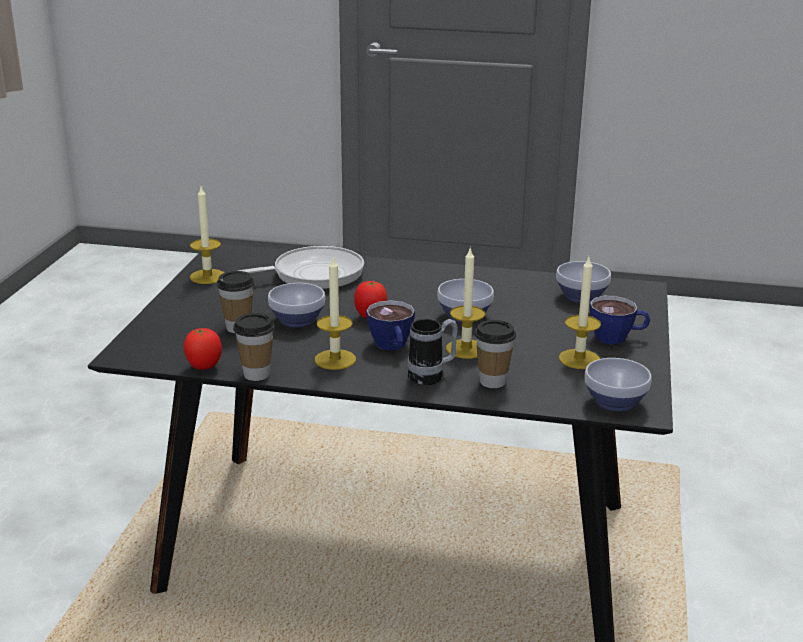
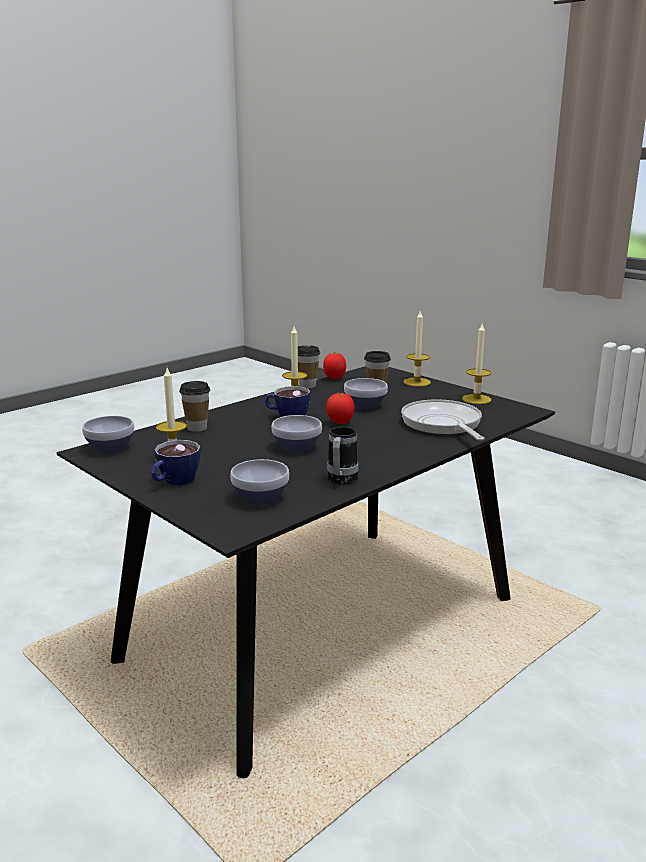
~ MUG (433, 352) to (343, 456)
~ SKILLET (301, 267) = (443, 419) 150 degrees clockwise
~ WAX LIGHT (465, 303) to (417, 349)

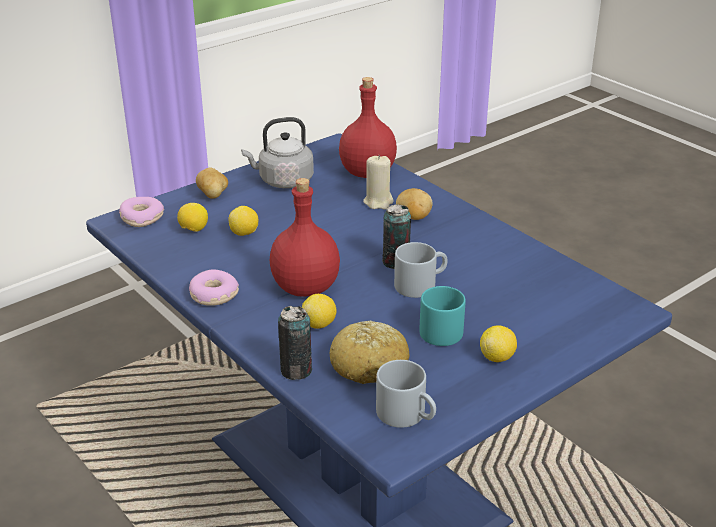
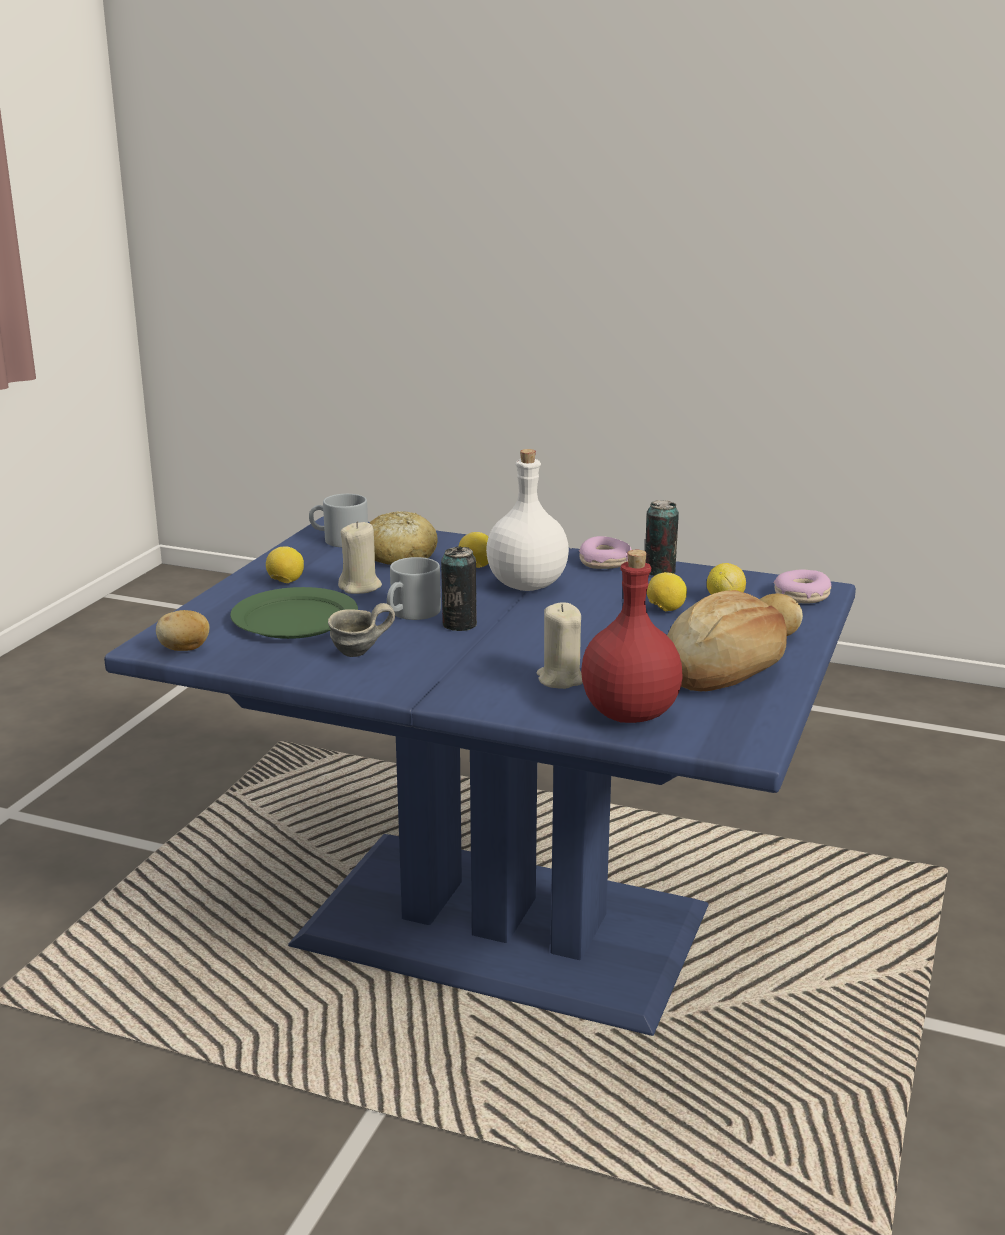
~ WHOLE POTATO (414, 204) to (183, 630)
+ GREEN-COLOURED PLATE (294, 613)
+ GREY MUG (361, 630)
~ TURQUOISE-COLOURED MUG (442, 316) to BEIGE-COLOURED WAX LIGHT (360, 557)
~ REDDISH DRINK BOTTLE (305, 237) to WHITE DRINK BOTTLE (527, 520)
~ METAL CAN (295, 343) to (662, 538)
~ GREY WATER KETTLE (277, 152) to BAKERY BREAD (727, 640)

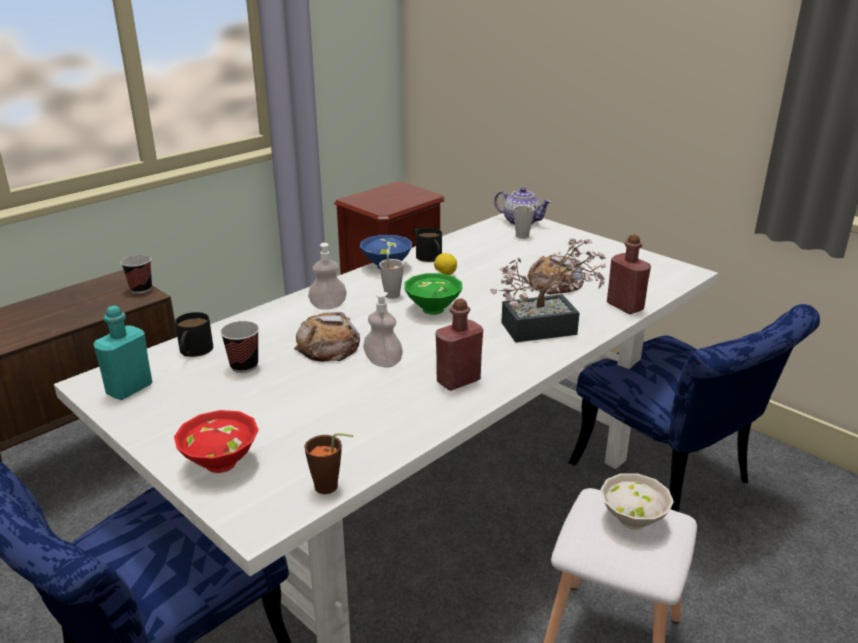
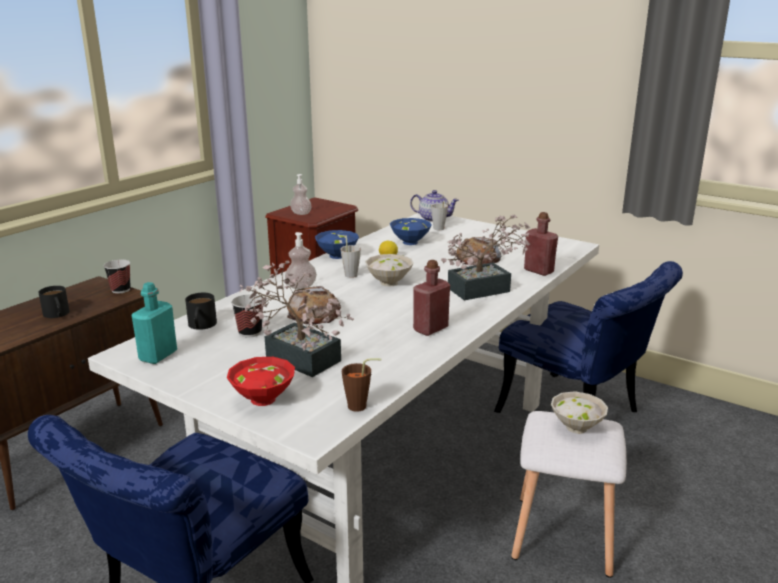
~ BLACKISH MUG (429, 245) to (54, 302)
+ POTTED PLANT (296, 318)
~ SOAP BOTTLE (383, 330) to (301, 194)
~ GREEN-COLOURED BOWL (433, 294) to WHITE BOWL (389, 270)
+ BLUE BOWL (411, 231)

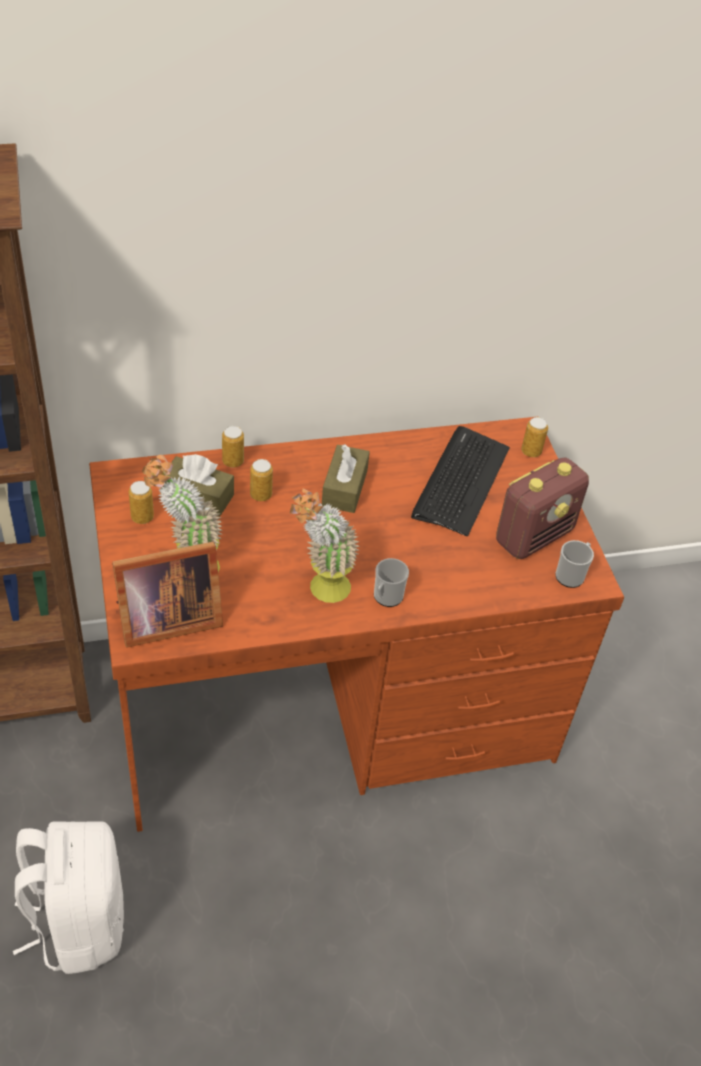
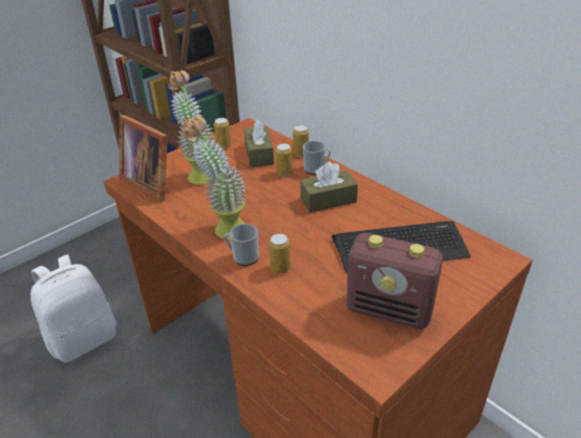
~ METAL CAN (534, 437) to (280, 253)
~ MUG (574, 564) to (317, 158)

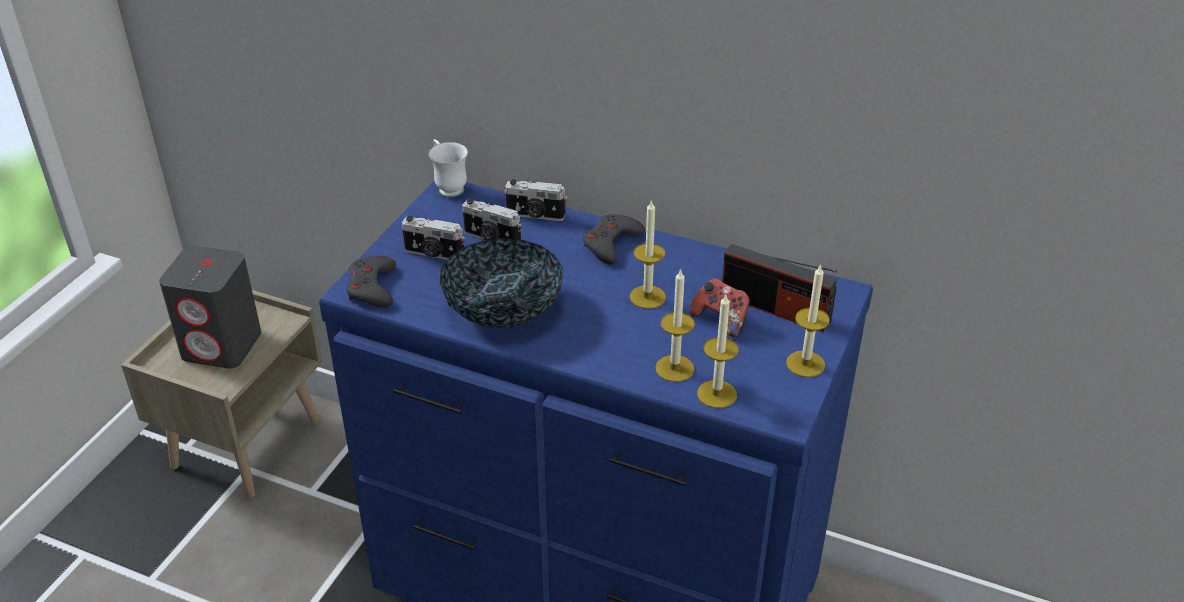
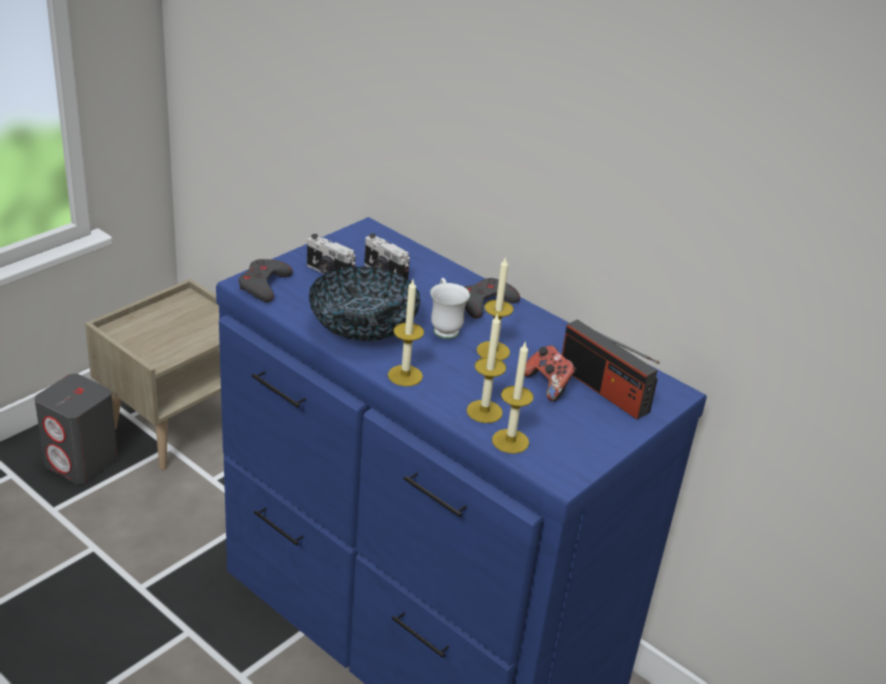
~ GREY SPEAKER (210, 307) to (76, 429)
~ WAX LIGHT (808, 320) to (406, 333)
~ WHITE MUG (448, 168) to (450, 308)
- STILL CAMERA (535, 200)

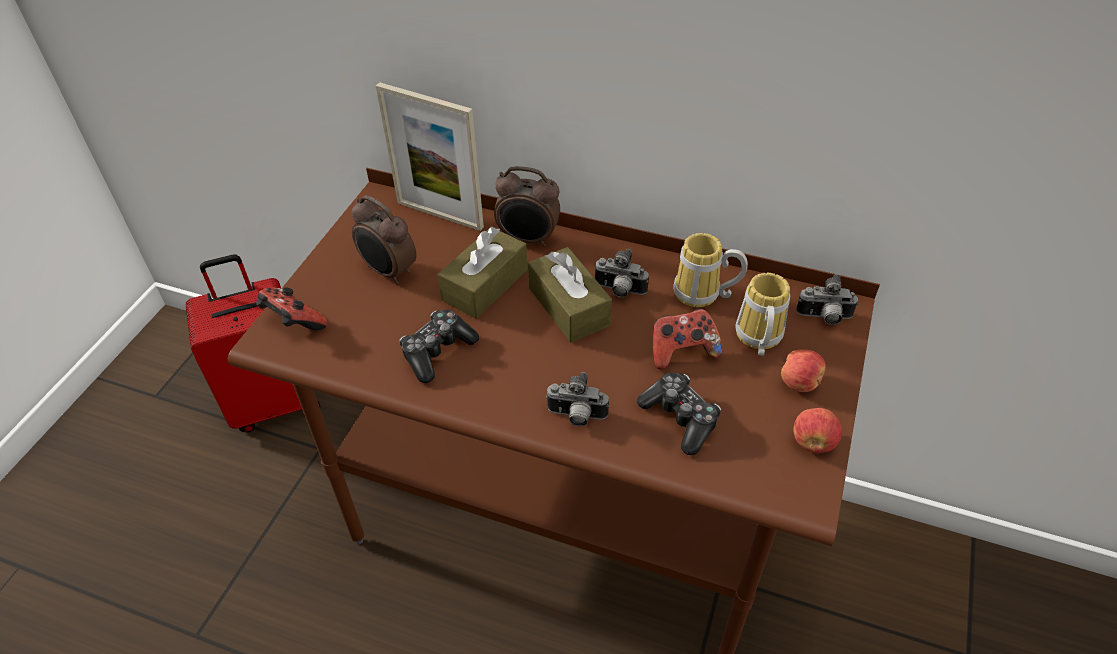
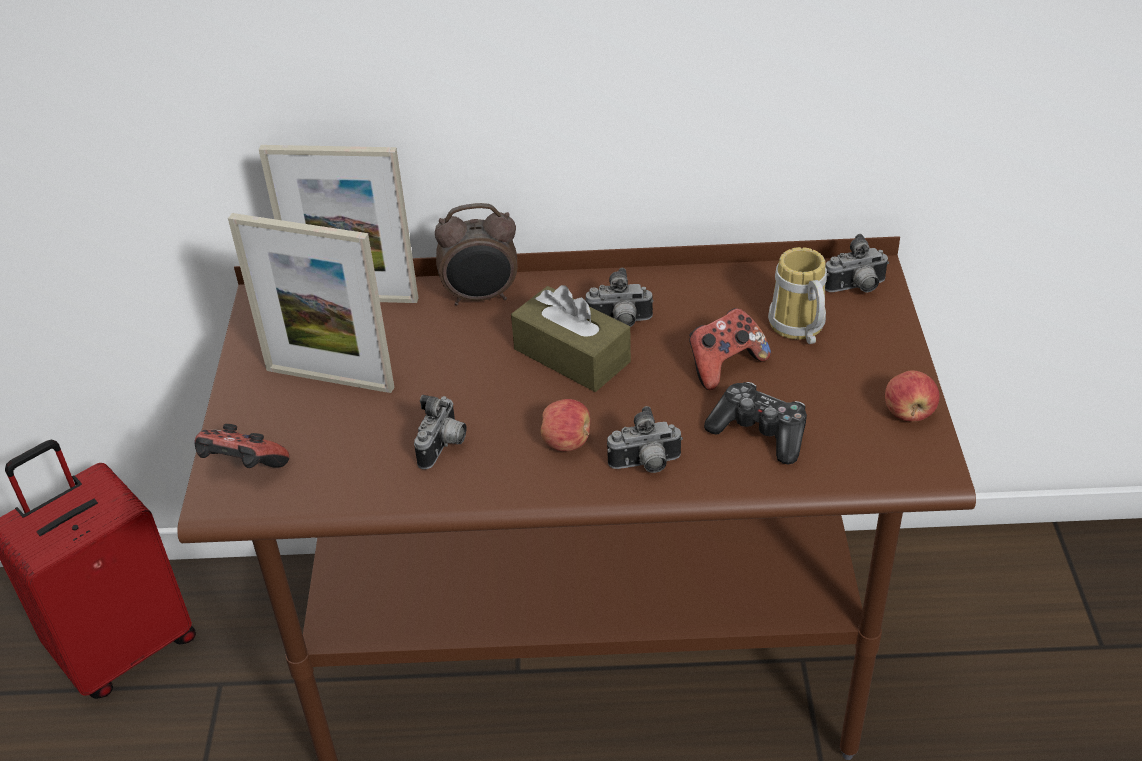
~ TABLE CLOCK (384, 240) to PHOTO FRAME (311, 303)
~ GAMEPAD (439, 346) to STILL CAMERA (440, 432)
~ APPLE FRUIT (803, 370) to (565, 425)
- BROWN-COLOURED BOX OF TISSUES (483, 273)
- MUG (710, 270)

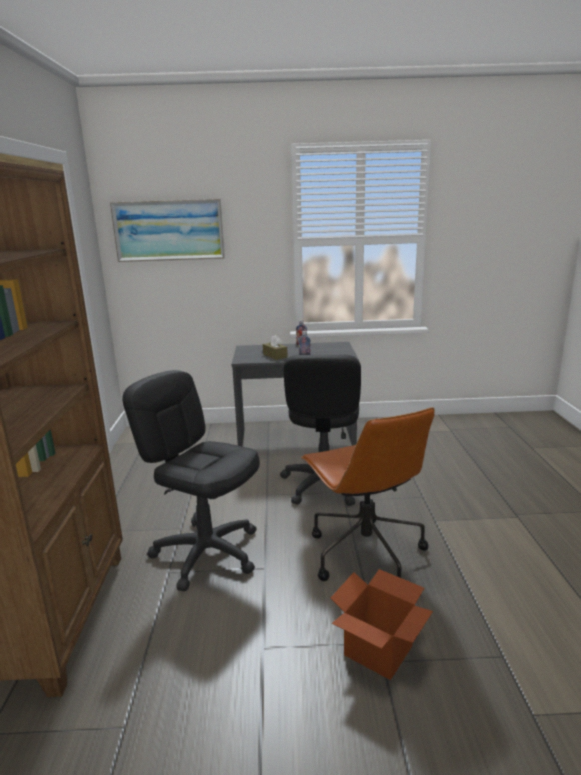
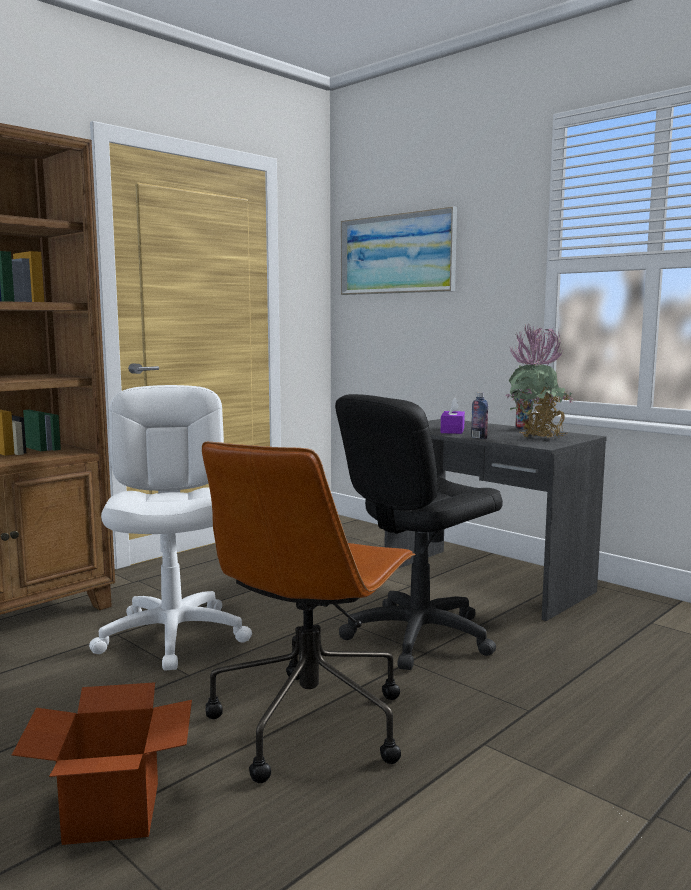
~ BLACKISH COMPUTER CHAIR (191, 480) to WHITE COMPUTER CHAIR (170, 528)
~ BROWN-COLOURED BOX OF TISSUES (275, 347) to PURPLISH BOX OF TISSUES (453, 415)
+ POTTED PLANT (539, 381)

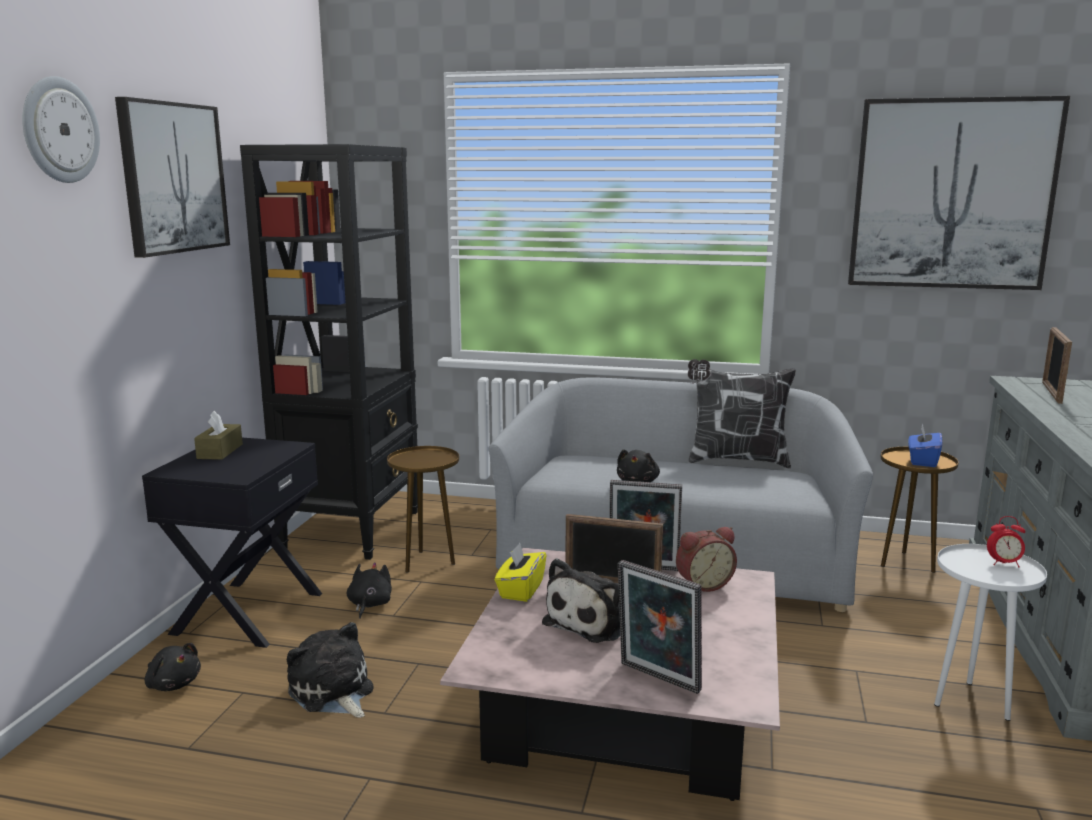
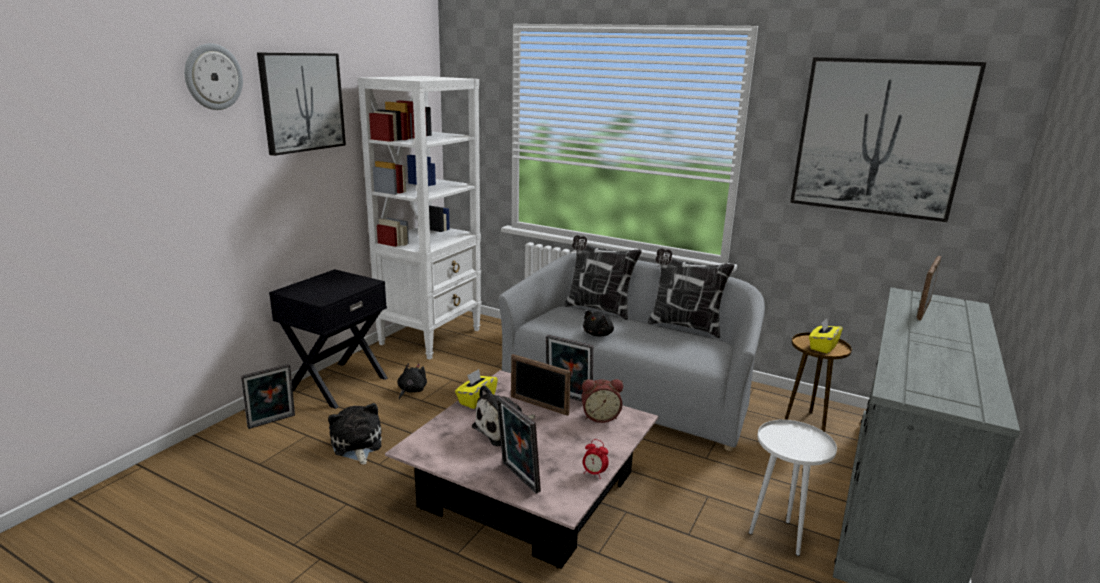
~ BLACKISH CUDDLY TOY (173, 667) to PHOTO FRAME (268, 396)
~ BLACKISH BOOKCASE (329, 352) to WHITE BOOKCASE (420, 217)
+ PILLOW (603, 277)
~ TABLE CLOCK (1006, 541) to (596, 459)
~ BLUE BOX OF TISSUES (925, 445) to YELLOW-COLOURED BOX OF TISSUES (826, 336)
- BROWN-COLOURED BOX OF TISSUES (218, 435)
- BROWN-COLOURED END TABLE (423, 509)

